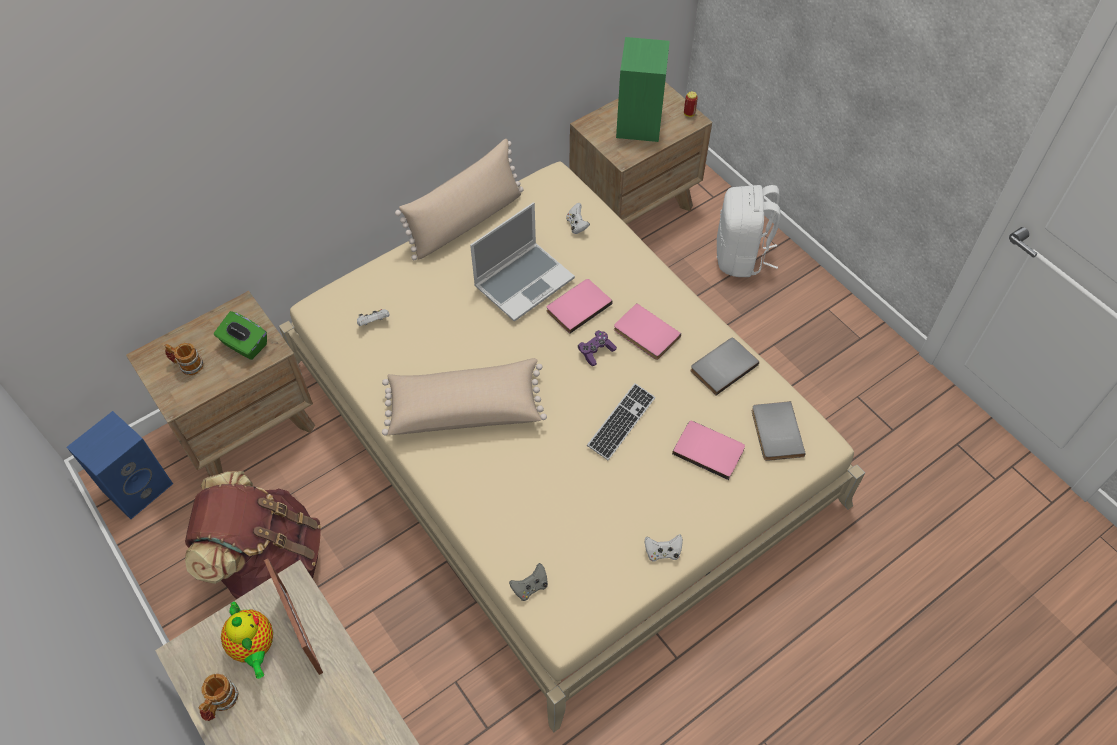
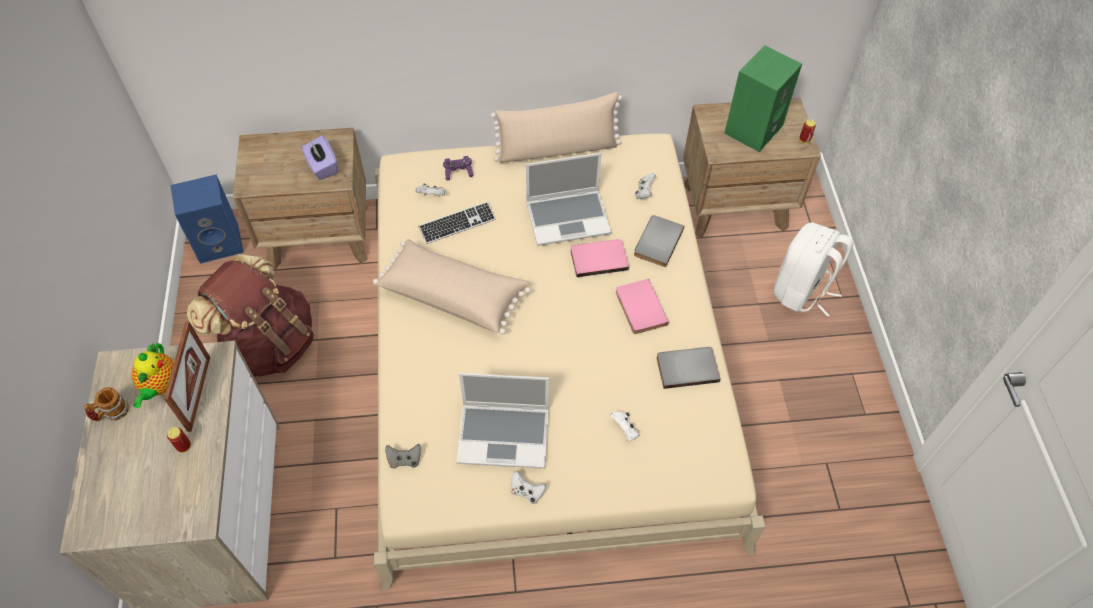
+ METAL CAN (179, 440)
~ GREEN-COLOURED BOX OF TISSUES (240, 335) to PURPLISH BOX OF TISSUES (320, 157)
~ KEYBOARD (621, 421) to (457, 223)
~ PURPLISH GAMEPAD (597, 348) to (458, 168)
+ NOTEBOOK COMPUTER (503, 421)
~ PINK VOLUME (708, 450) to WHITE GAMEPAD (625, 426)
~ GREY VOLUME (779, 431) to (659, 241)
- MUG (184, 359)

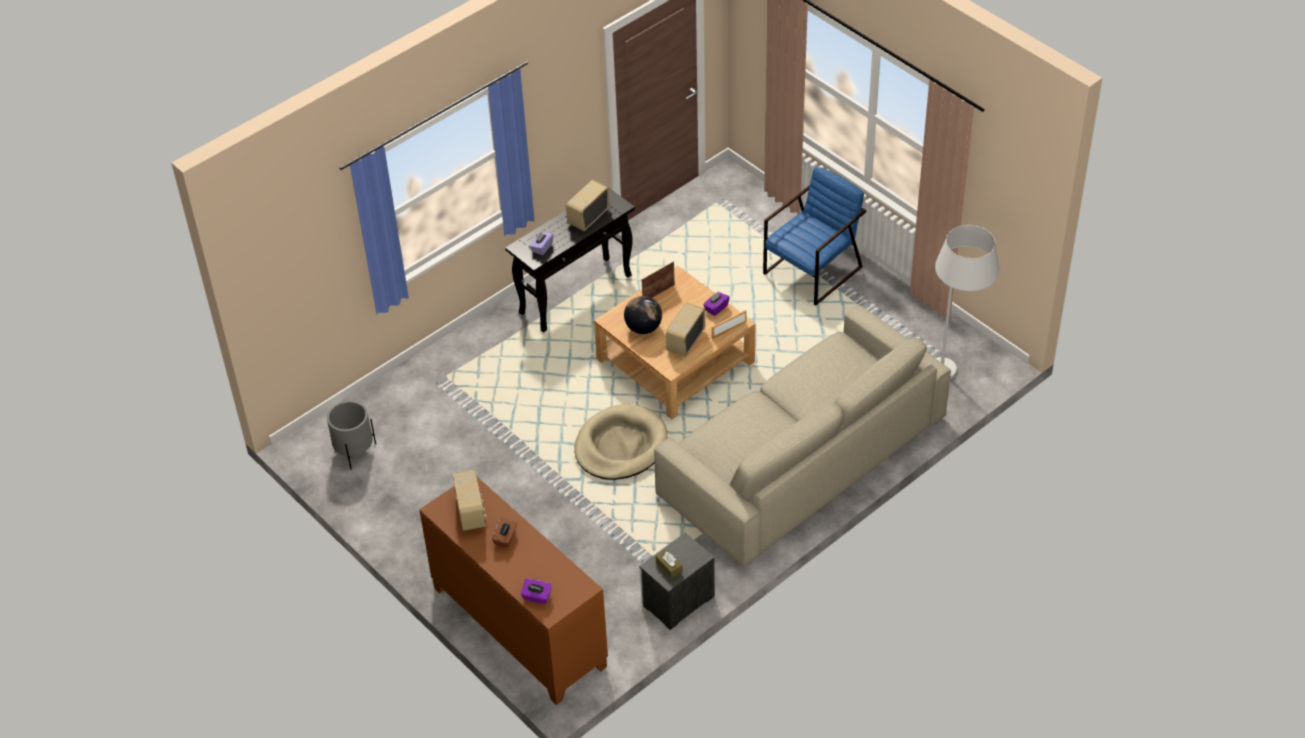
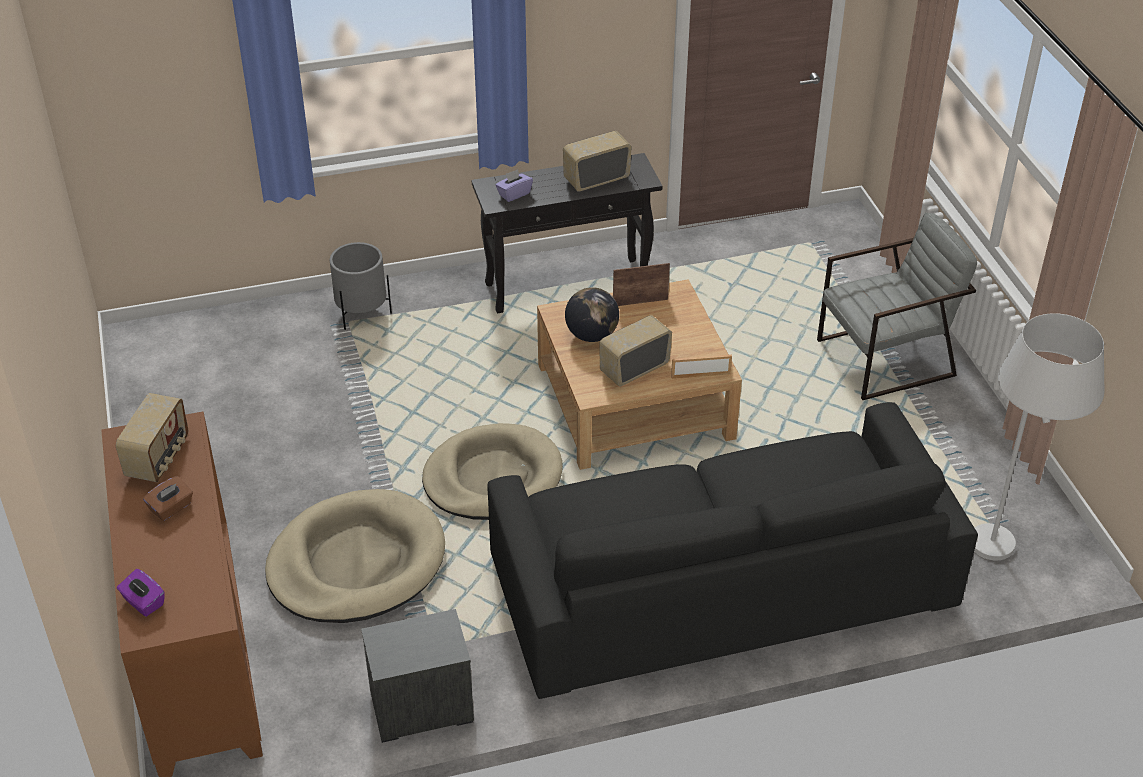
+ BEIGE-COLOURED DOG BED (355, 556)
~ GREY PLANT POT (351, 435) to (361, 286)
~ BEIGE-COLOURED COUCH (802, 436) to BLACKISH COUCH (732, 550)
~ BLUE EASY CHAIR (815, 236) to GREY EASY CHAIR (897, 306)
- BROWN-COLOURED BOX OF TISSUES (669, 564)
- PURPLISH BOX OF TISSUES (716, 304)

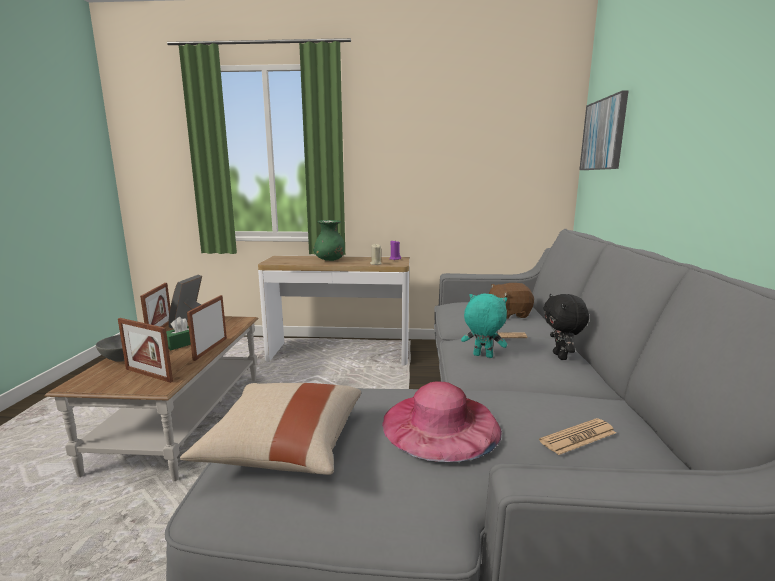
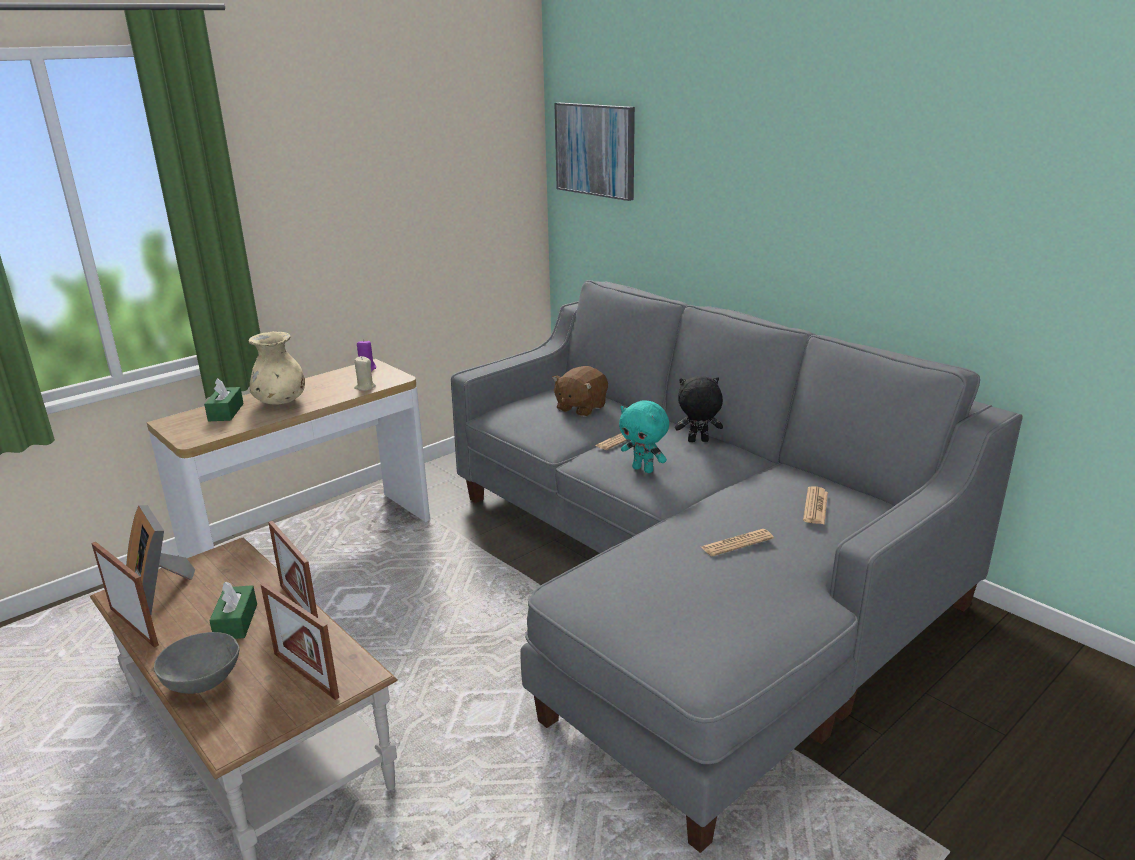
+ GREEN-COLOURED BOX OF TISSUES (224, 399)
~ GREEN-COLOURED FLOWER VASE (328, 240) to BEIGE-COLOURED FLOWER VASE (276, 368)
~ PHOTO FRAME (145, 350) = (300, 641) 60 degrees clockwise
~ TURQUOISE-COLOURED CUDDLY TOY (484, 325) = (644, 436) 120 degrees counterclockwise
~ BLACKISH CUDDLY TOY (566, 327) = (699, 409) 135 degrees clockwise
~ PINK HAT (442, 421) to PRINTED PAPER (737, 542)
- BEIGE-COLOURED PILLOW (270, 429)

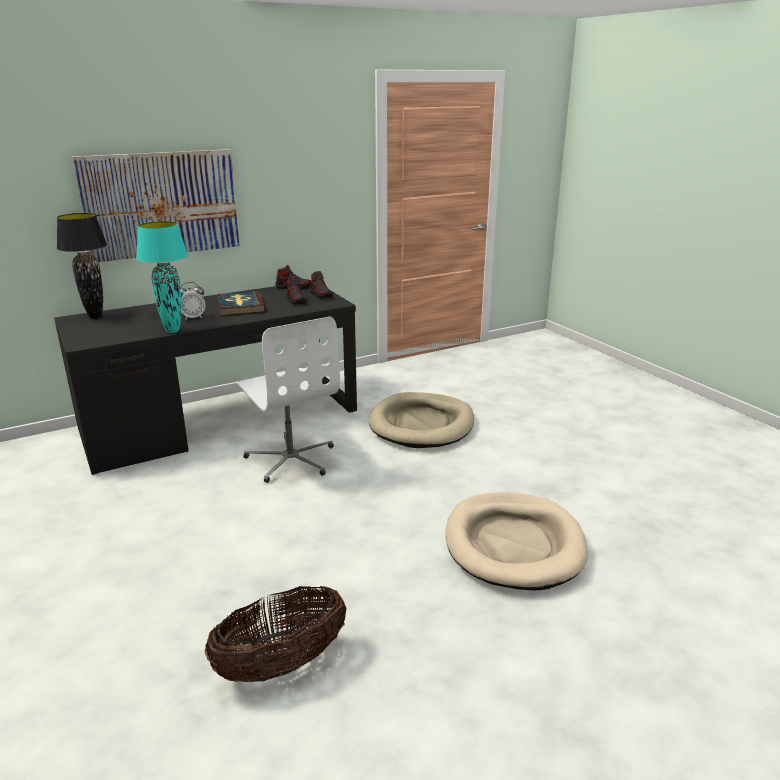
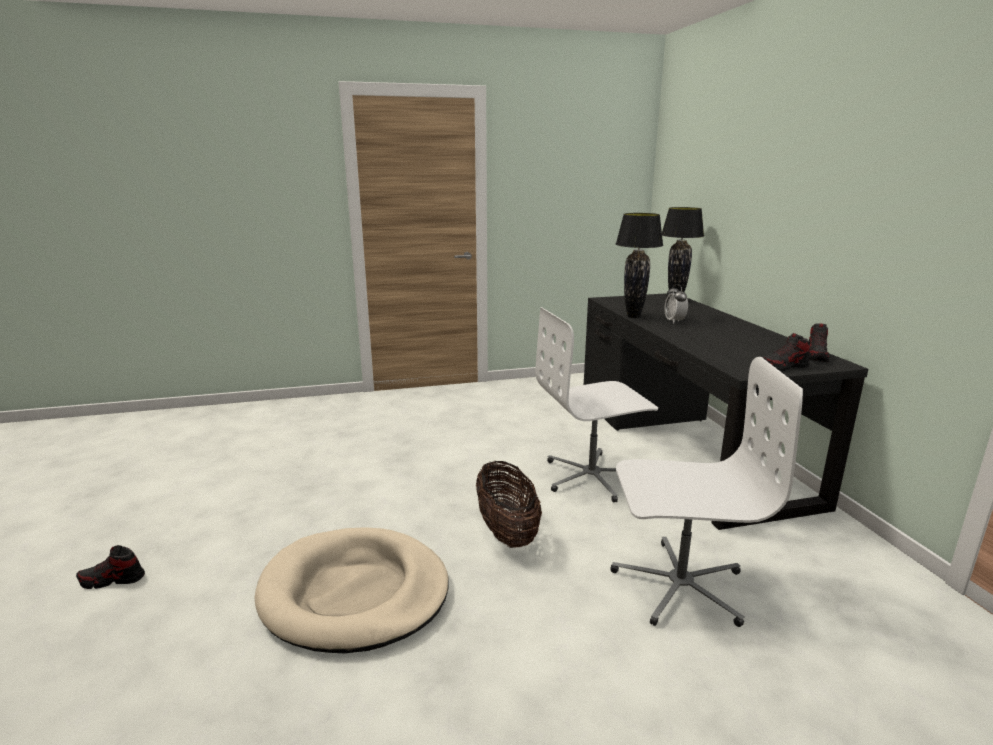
~ SHOE (297, 290) to (110, 567)
~ HOUSEHOLD BASKET (275, 634) to (509, 504)
~ BEIGE-COLOURED DOG BED (421, 420) to WHITE COMPUTER CHAIR (706, 492)
~ TURQUOISE-COLOURED TABLETOP LAMP (162, 277) to BLACKISH TABLETOP LAMP (639, 265)
- WALL PICTURE (156, 205)
- VOLUME (241, 303)

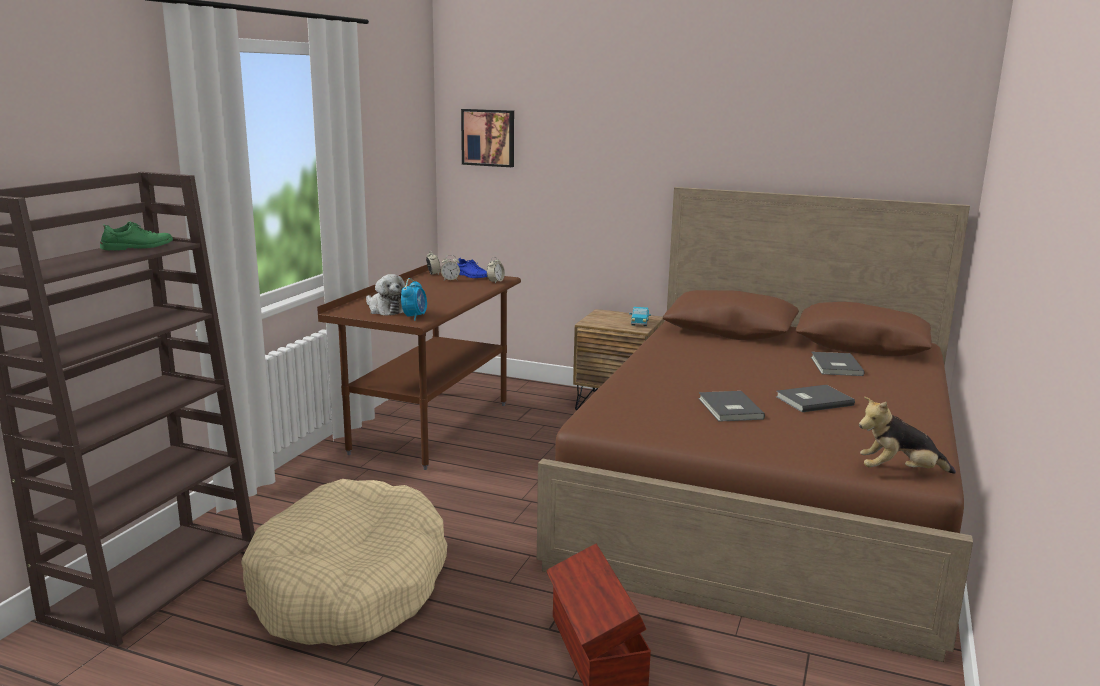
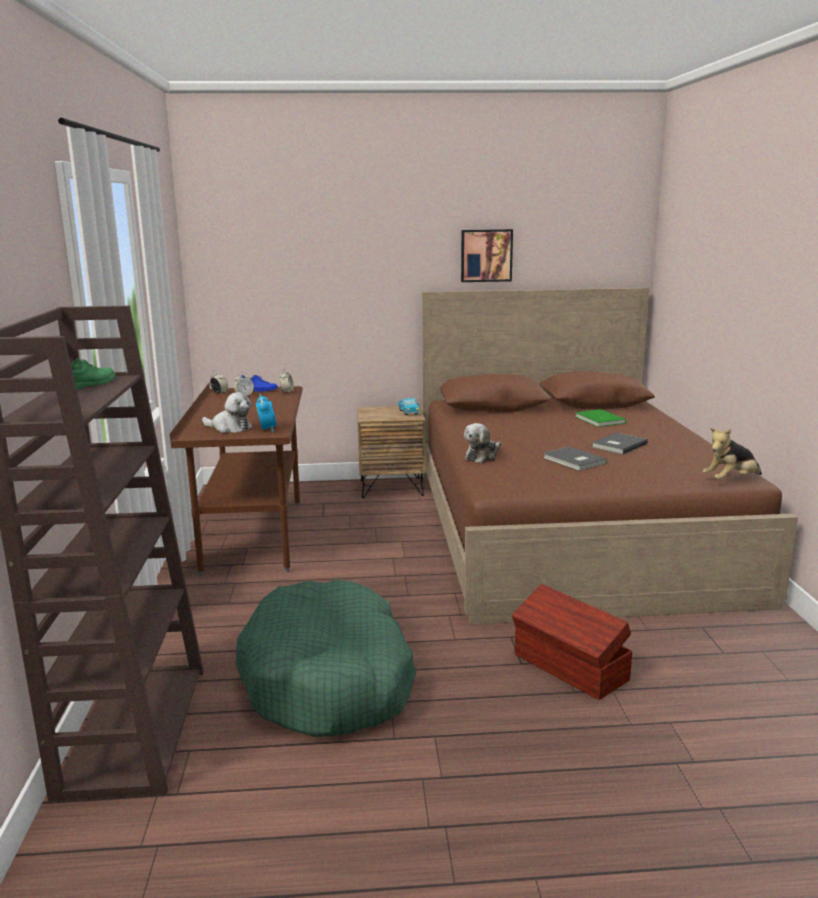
~ BEIGE-COLOURED DOG BED (344, 562) to GREEN-COLOURED DOG BED (326, 658)
~ WALL PICTURE (487, 138) to (487, 255)
+ CUDDLY TOY (482, 443)
~ GREY VOLUME (838, 364) to GREEN-COLOURED VOLUME (600, 418)

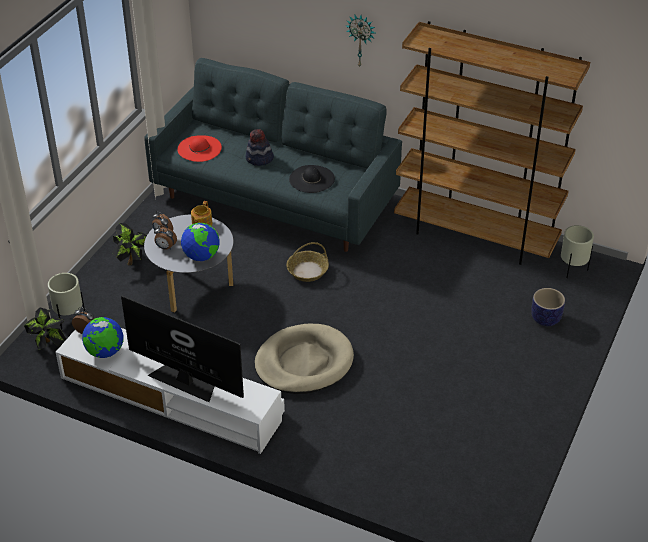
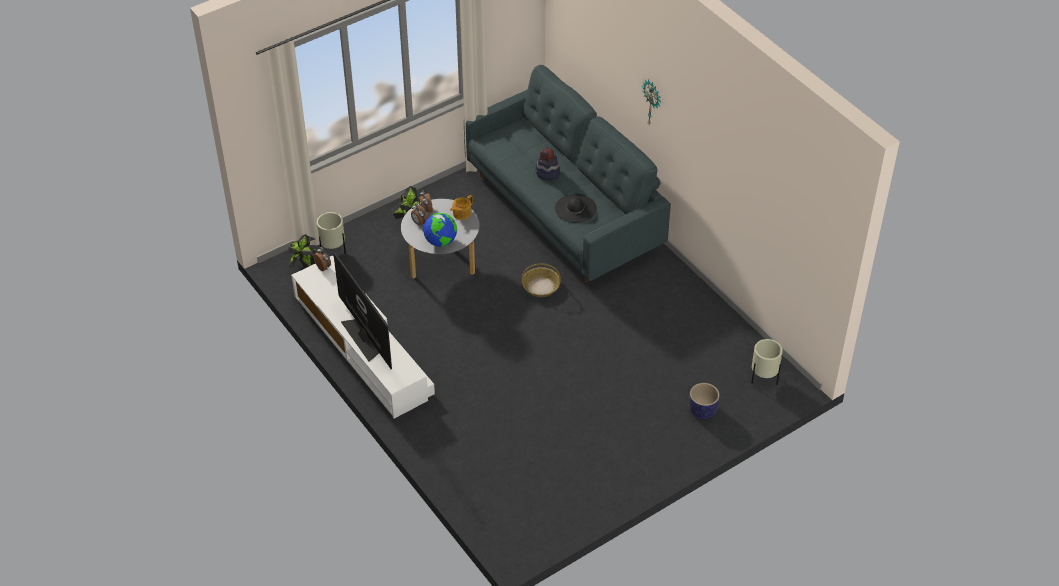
- GLOBE (103, 337)
- REDDISH HAT (199, 148)
- BEIGE-COLOURED DOG BED (304, 359)
- BROWN-COLOURED BOOKCASE (492, 143)

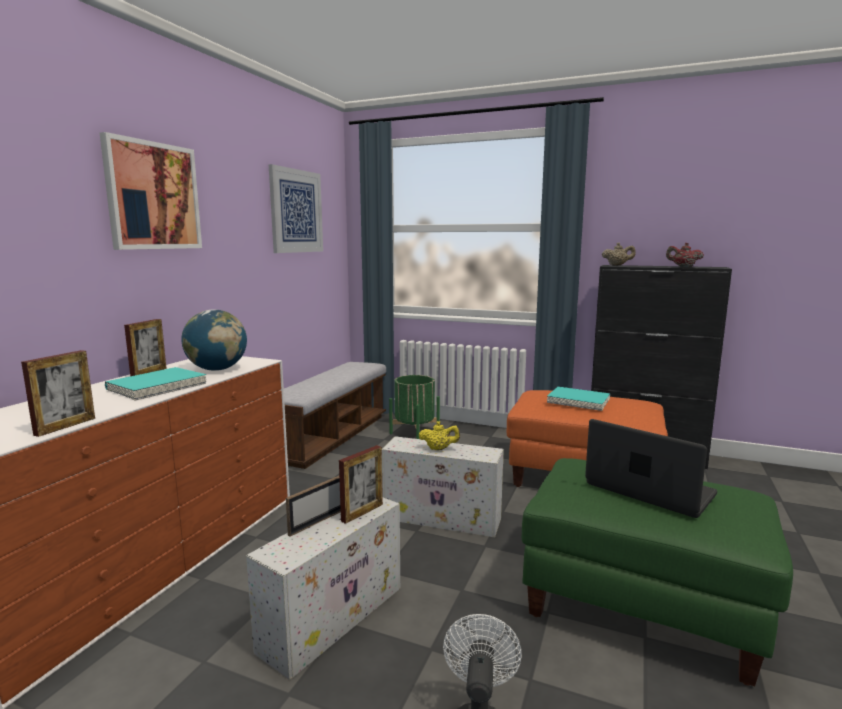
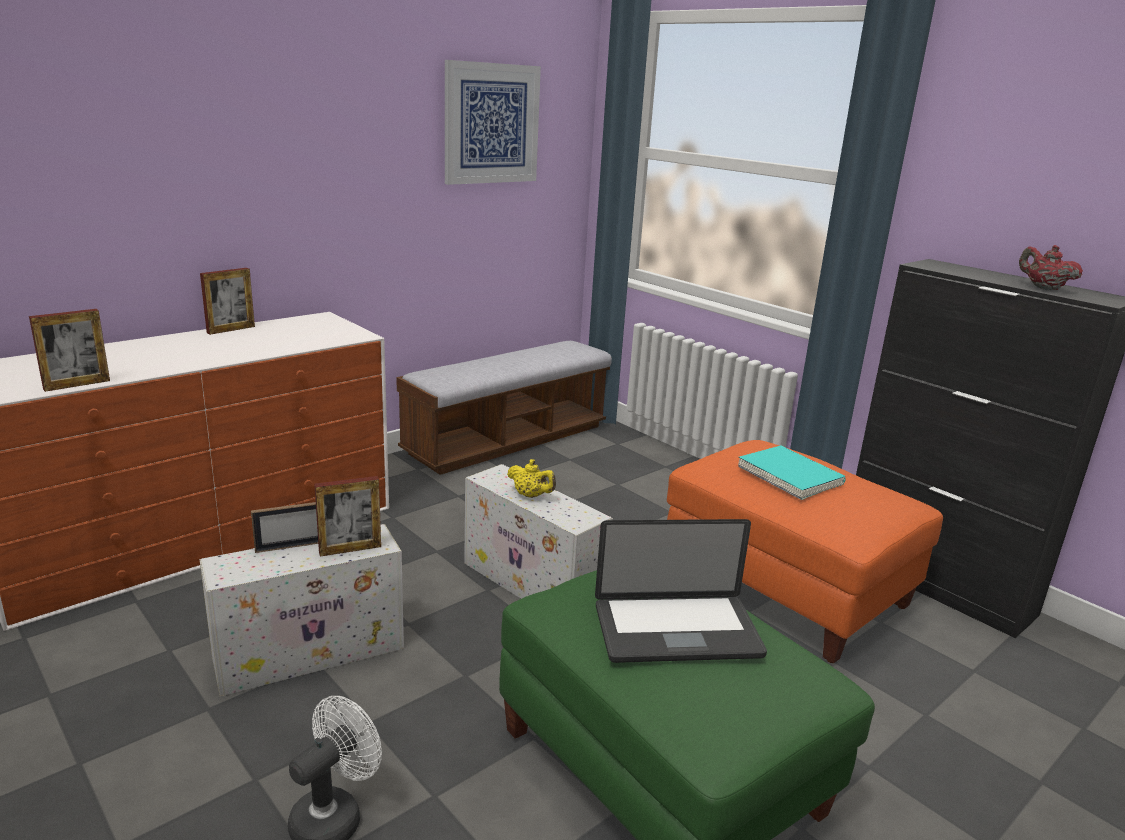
~ NOTEBOOK COMPUTER (651, 468) = (681, 591) 105 degrees clockwise
- WALL PICTURE (151, 191)
- TURQUOISE-COLOURED VOLUME (155, 383)
- GLOBE (214, 340)
- GREEN-COLOURED PLANT POT (414, 407)
- BEIGE-COLOURED POT FOR TEA (619, 254)

